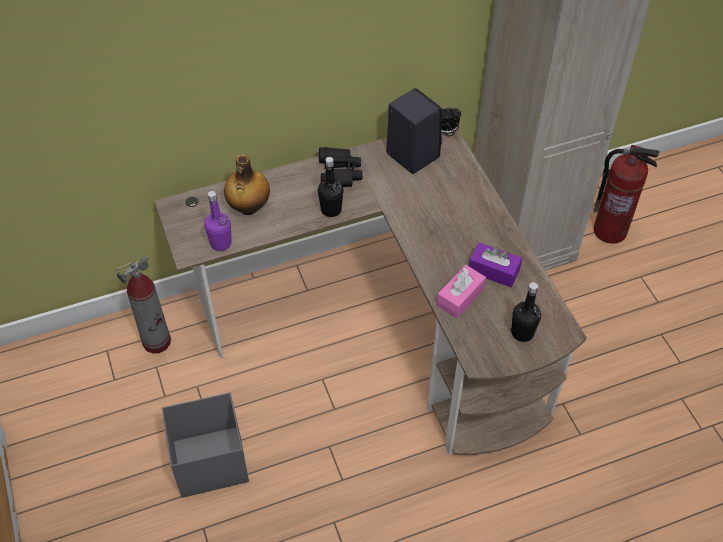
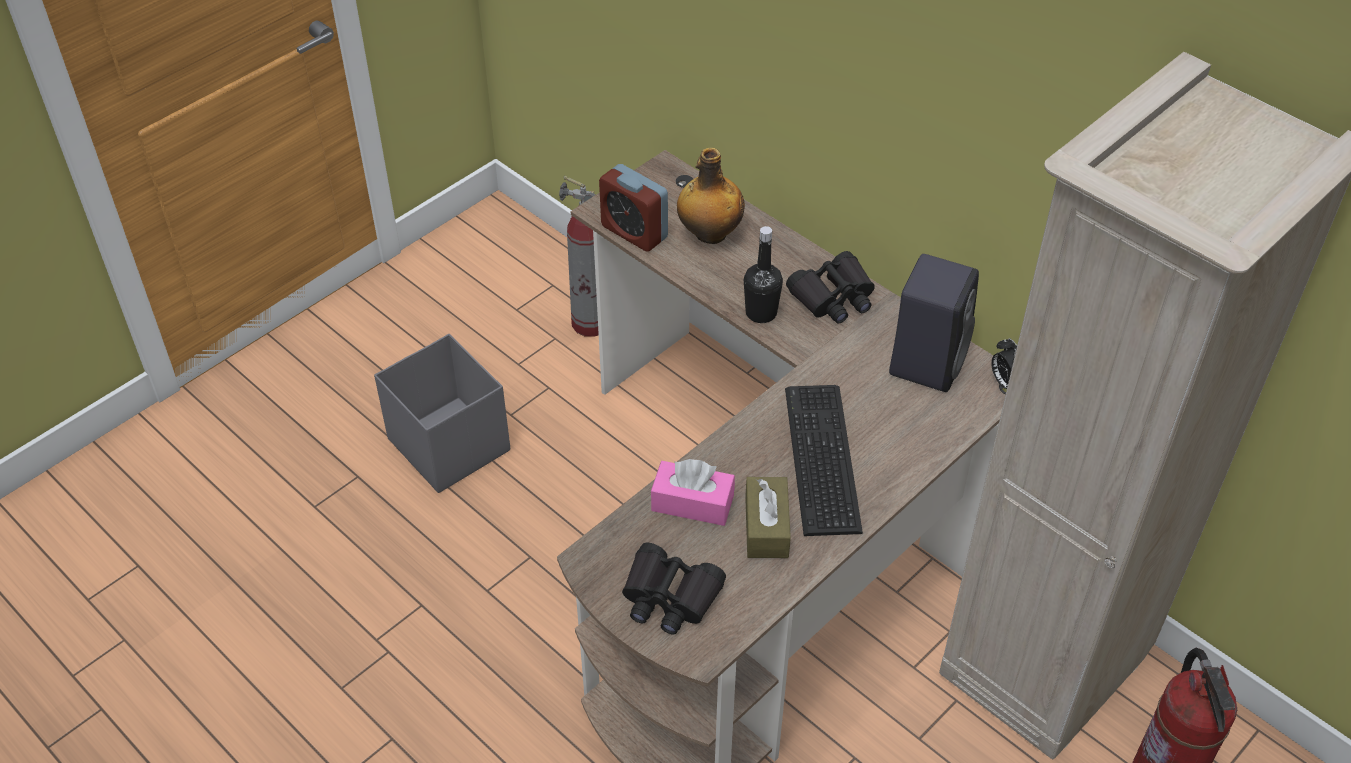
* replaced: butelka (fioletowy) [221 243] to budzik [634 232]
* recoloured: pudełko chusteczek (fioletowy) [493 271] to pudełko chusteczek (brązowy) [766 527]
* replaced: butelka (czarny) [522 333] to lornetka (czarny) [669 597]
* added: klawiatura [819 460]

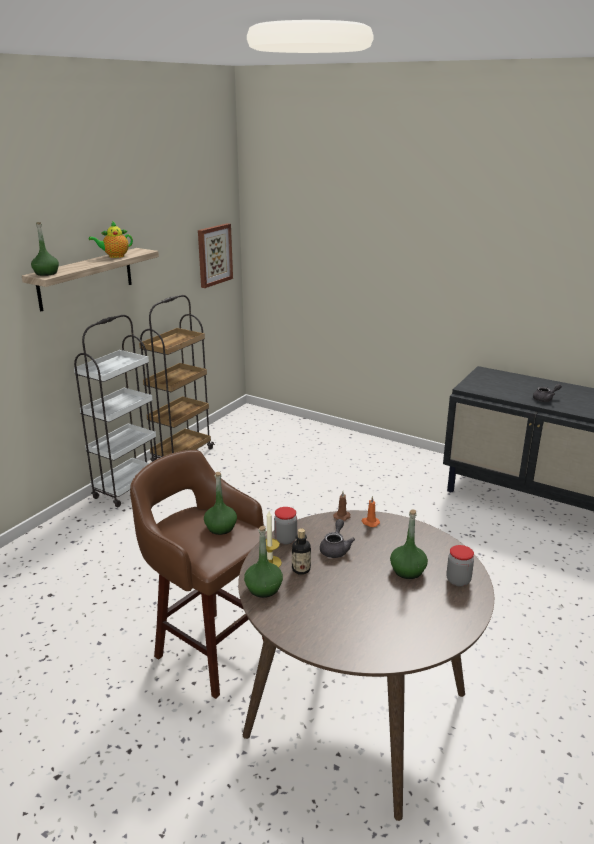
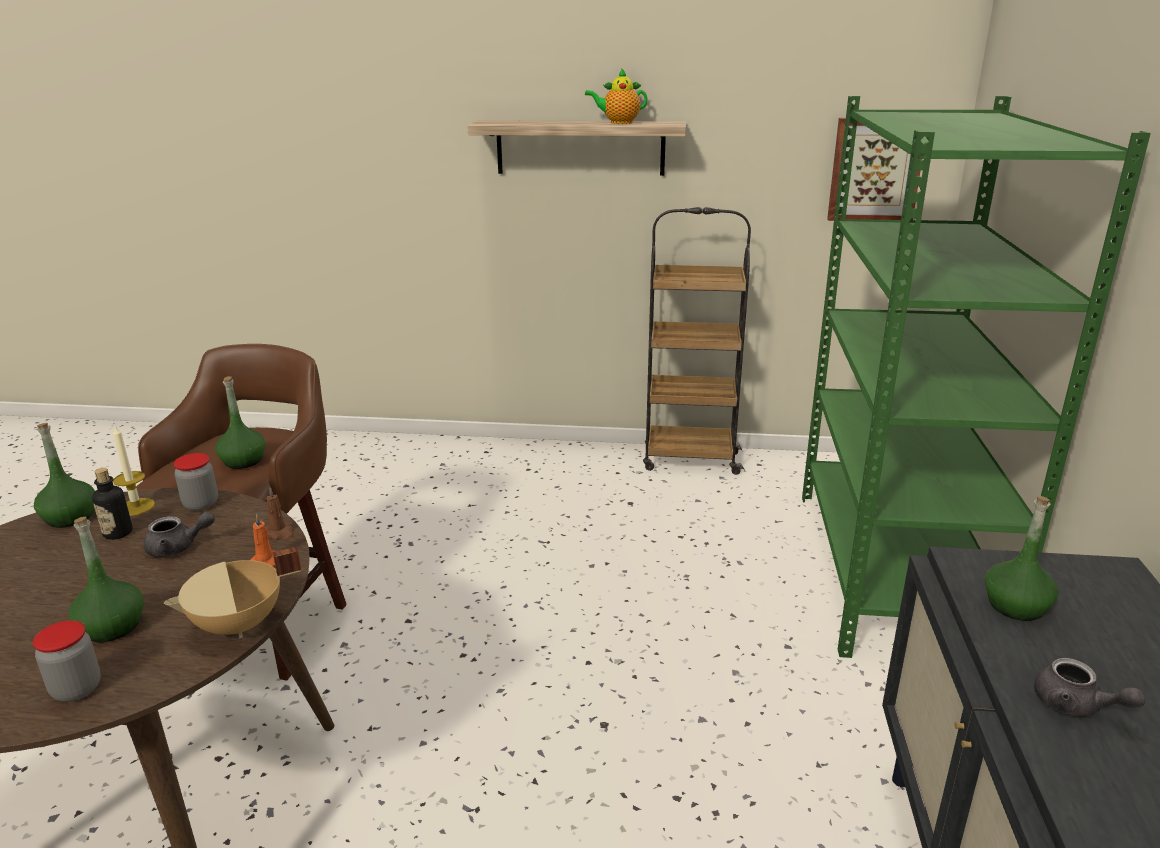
* moved: butelka (zielony) [46 273] to [1015 606]
* removed: wózek (biały) [127 489]
* turned: imbryk [114 256] = [618 122] 45 degrees counterclockwise
* added: garnek (beżowy) [239 626]
* added: regał (zielony) [891 570]

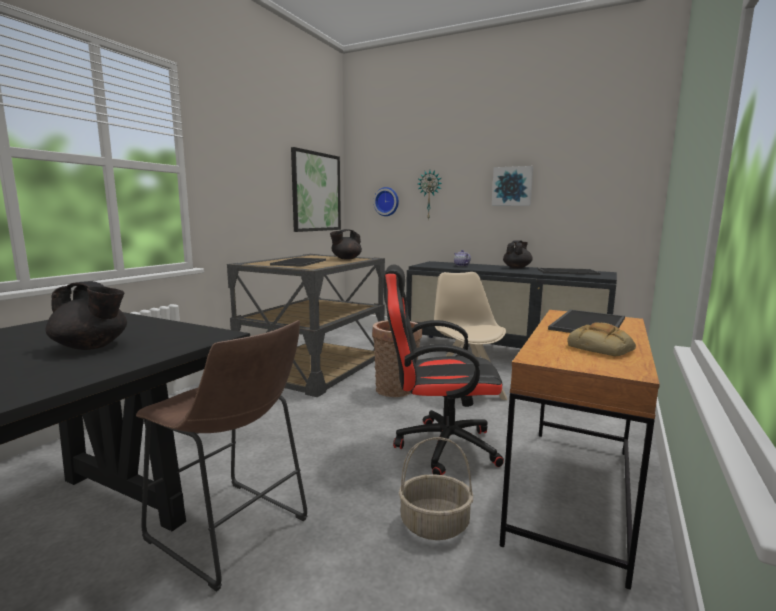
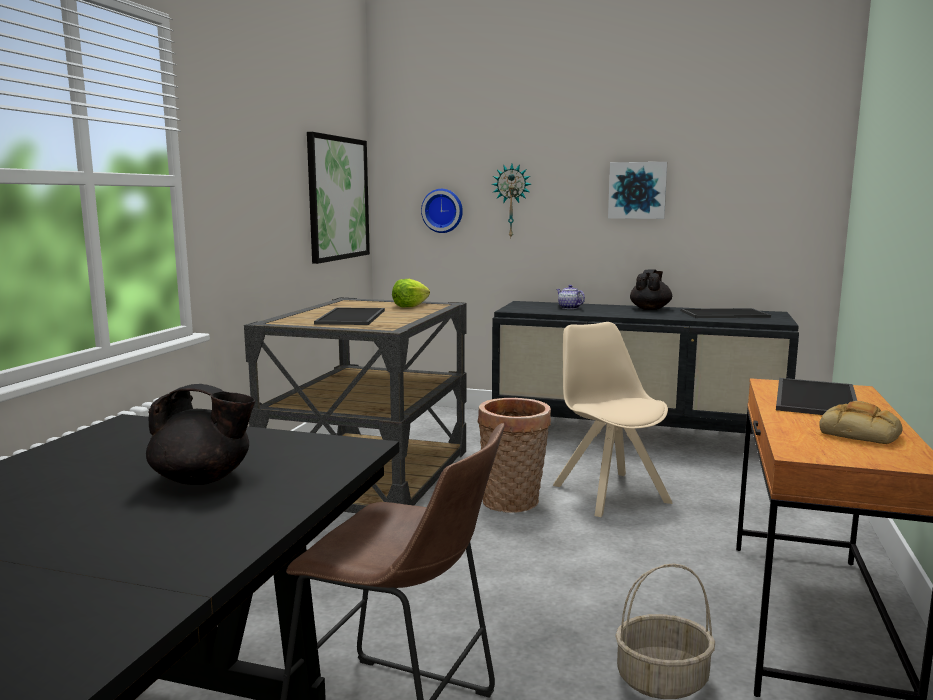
* replaced: imbryk (czarny) [346 259] to sałata [410 306]
* removed: krzesło biurowe (czarny) [438 447]

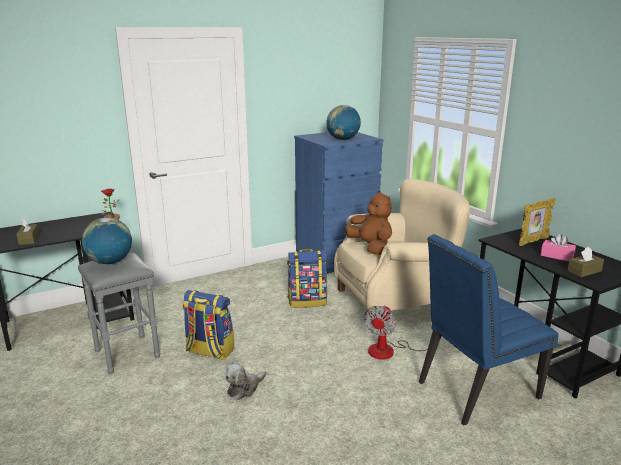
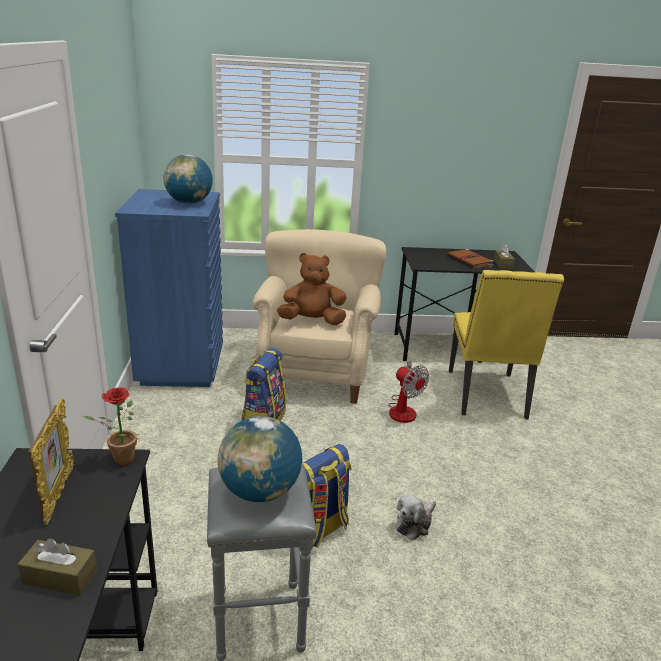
* turned: pluszak [244 388] = [415 524] 60 degrees clockwise
* recoloured: krzesło (niebieski) [478 389] to krzesło (żółty) [486 393]
* moved: ramka na zdjęcie [533 242] to [58 494]
* replaced: pudełko chusteczek (różowy) [557 256] to książka (brązowy) [470 261]

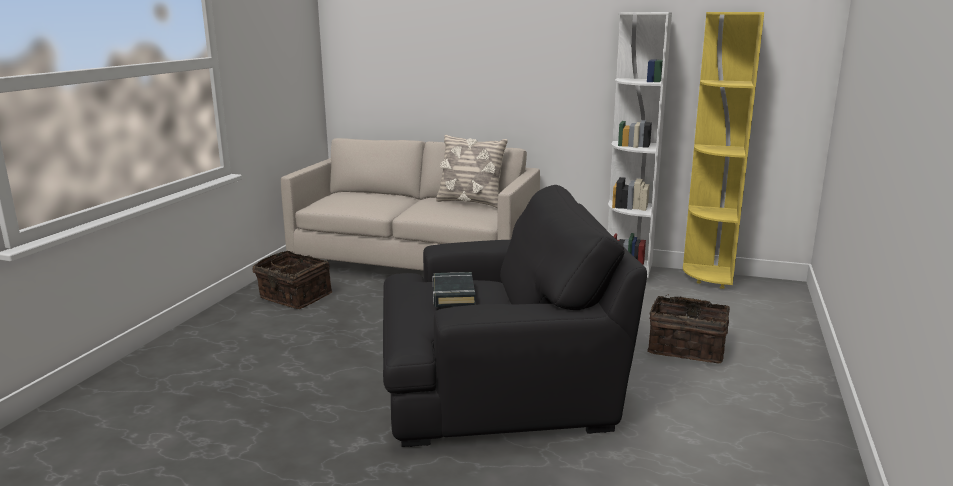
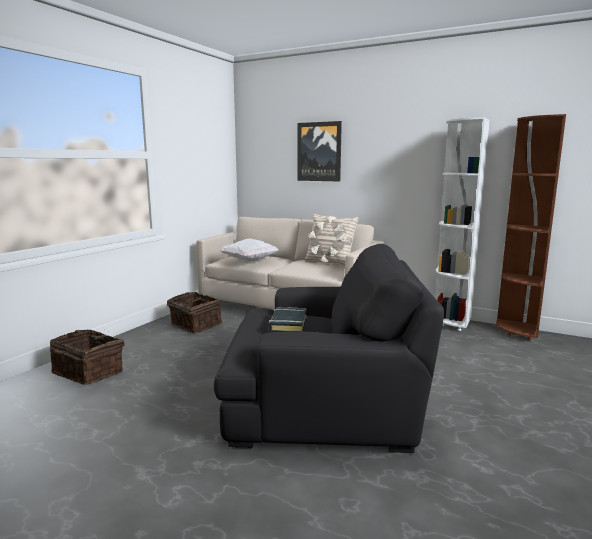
* moved: koszyk [686 348] to [90 372]
* recoloured: regał (żółty) [708 280] to regał (brązowy) [517 333]
* added: poduszka (biały) [250 261]
* added: obraz [319 152]

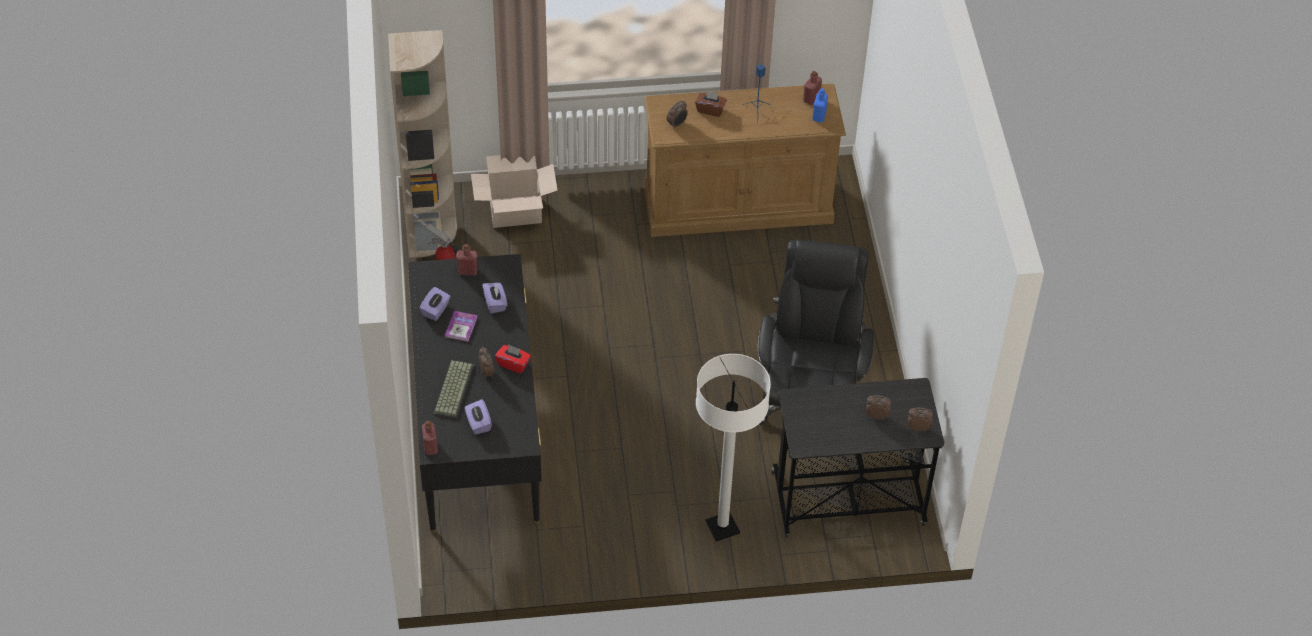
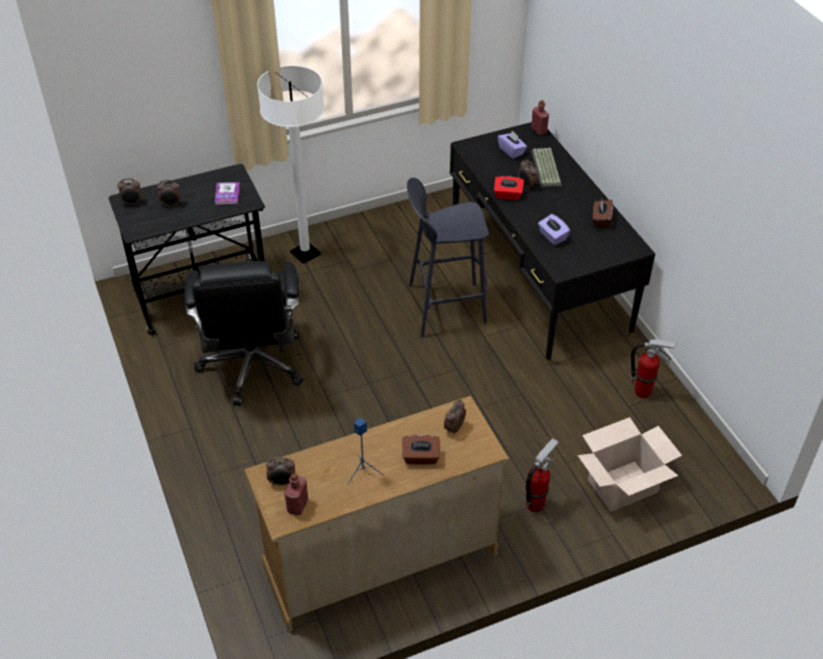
* removed: regał (beżowy) [431 241]
* recoloured: pudełko chusteczek (fioletowy) [436 310] to pudełko chusteczek (brązowy) [601 220]
* moved: książka [461 327] to [227 194]
* removed: butelka (czerwony) [467 271]
* replaced: butelka (niebieski) [819 116] to budzik [282 482]
* added: stołek (szary) [445 307]
* added: gaśnica [535 505]

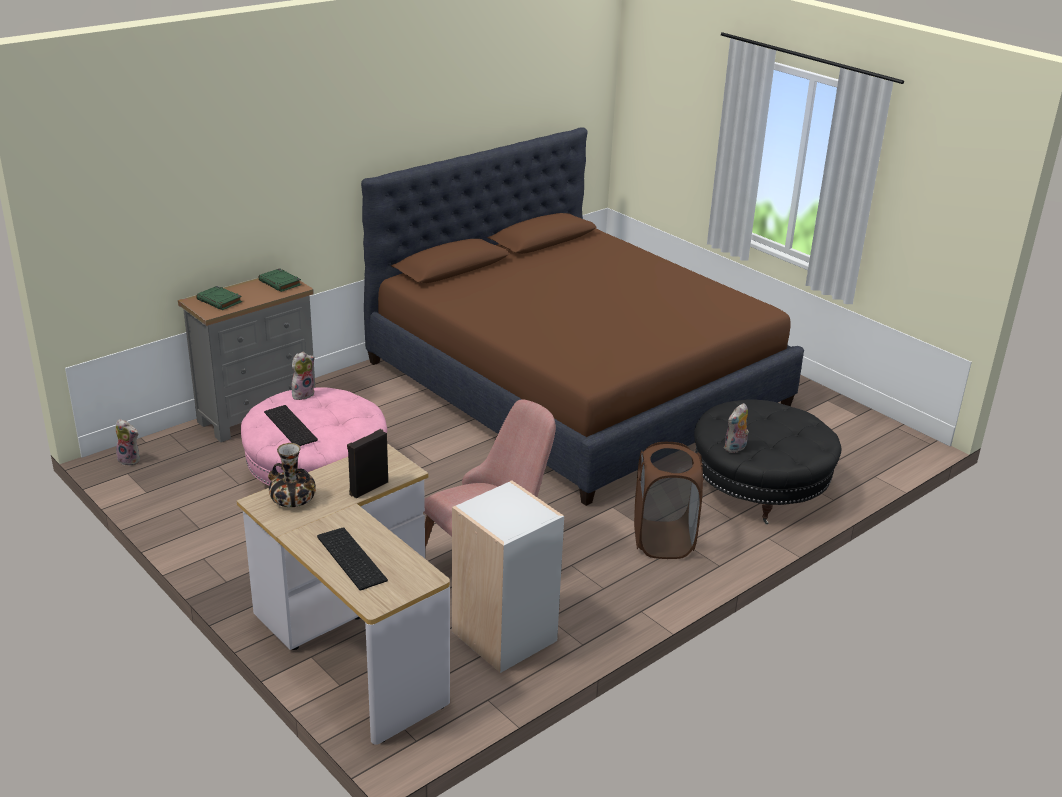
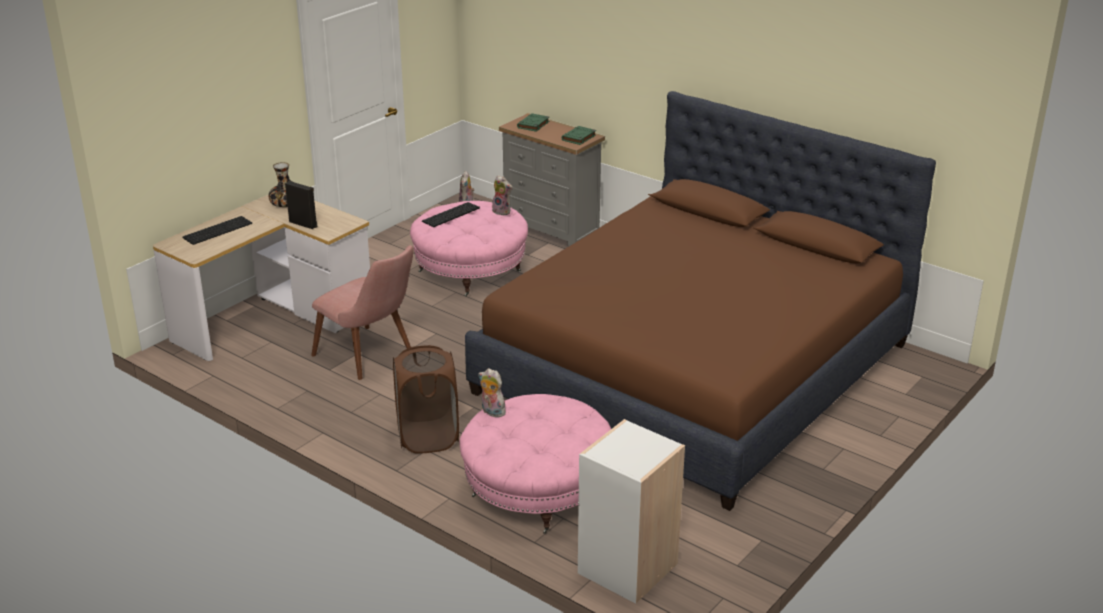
* moved: regał [503 636] to [627 568]
* recoloured: pufa (czarny) [759 488] to pufa (różowy) [537 491]

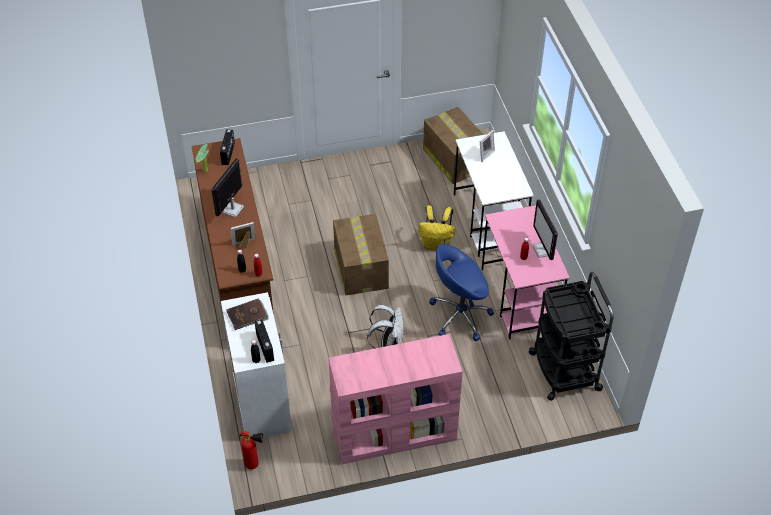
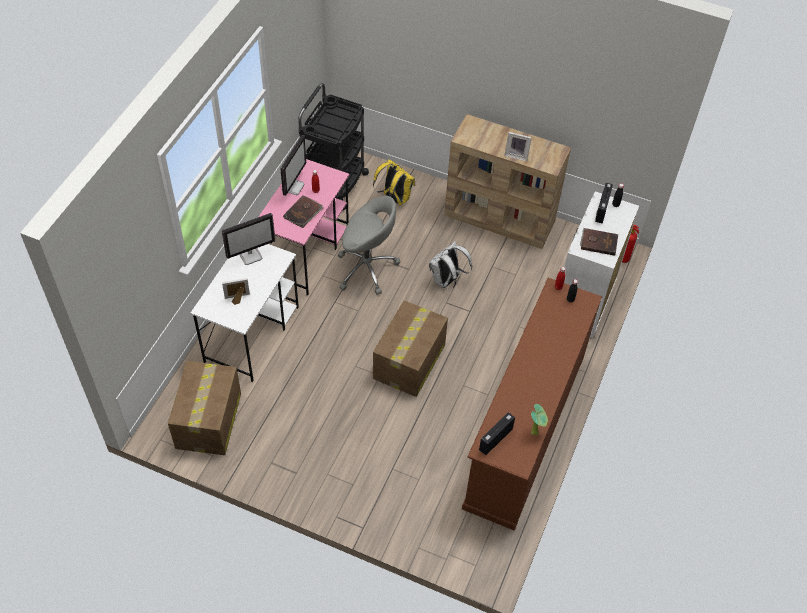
* moved: monitor [232 209] to [251 255]
* moved: ramka na zdjęcie [244 245] to [516 155]
* recoloured: regał (różowy) [394 434] to regał (brązowy) [499 217]
* moved: plecak (żółty) [436 244] to [394 198]
* recoloured: krzesło biurowe (niebieski) [458 316] to krzesło biurowe (szary) [368 269]
* added: książka (brązowy) [303 213]

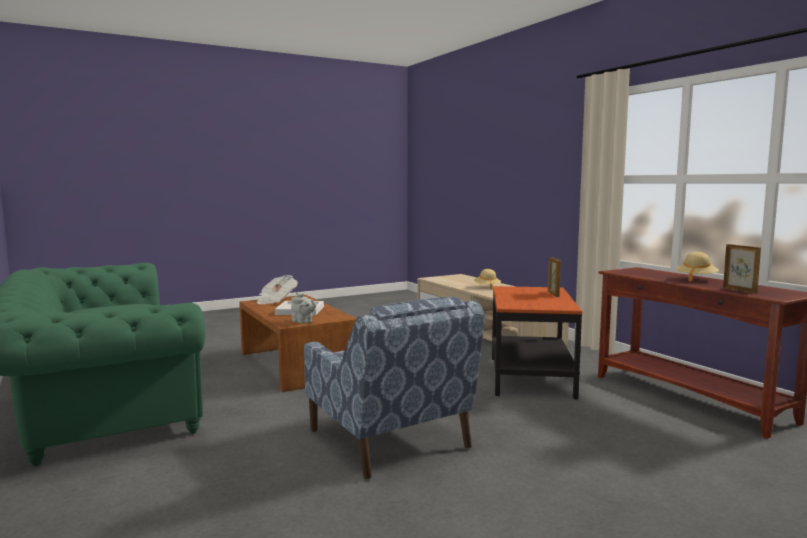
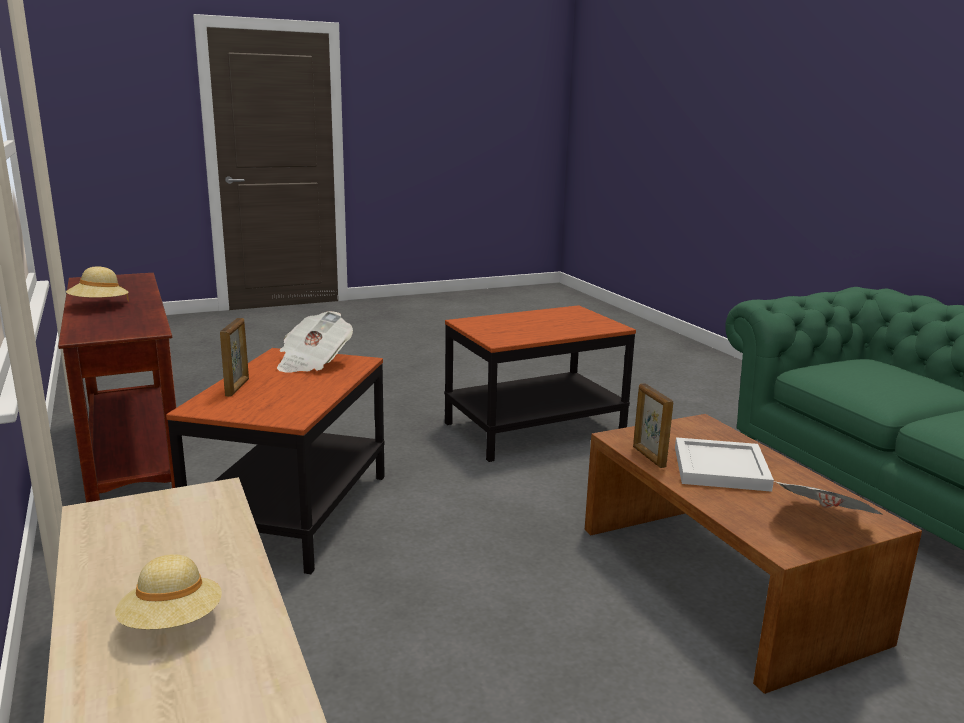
* removed: imbryk (szary) [303 322]
* replaced: fotel (niebieski) [389 441] to stolik [534 428]
* moved: ramka na zdjęcie [740 290] to [648 457]
* added: gazeta [313 362]

